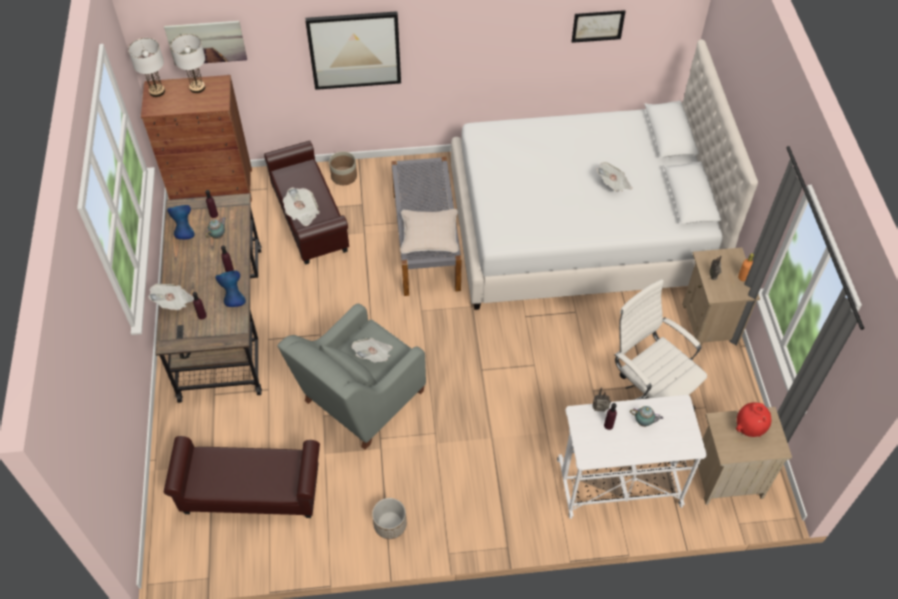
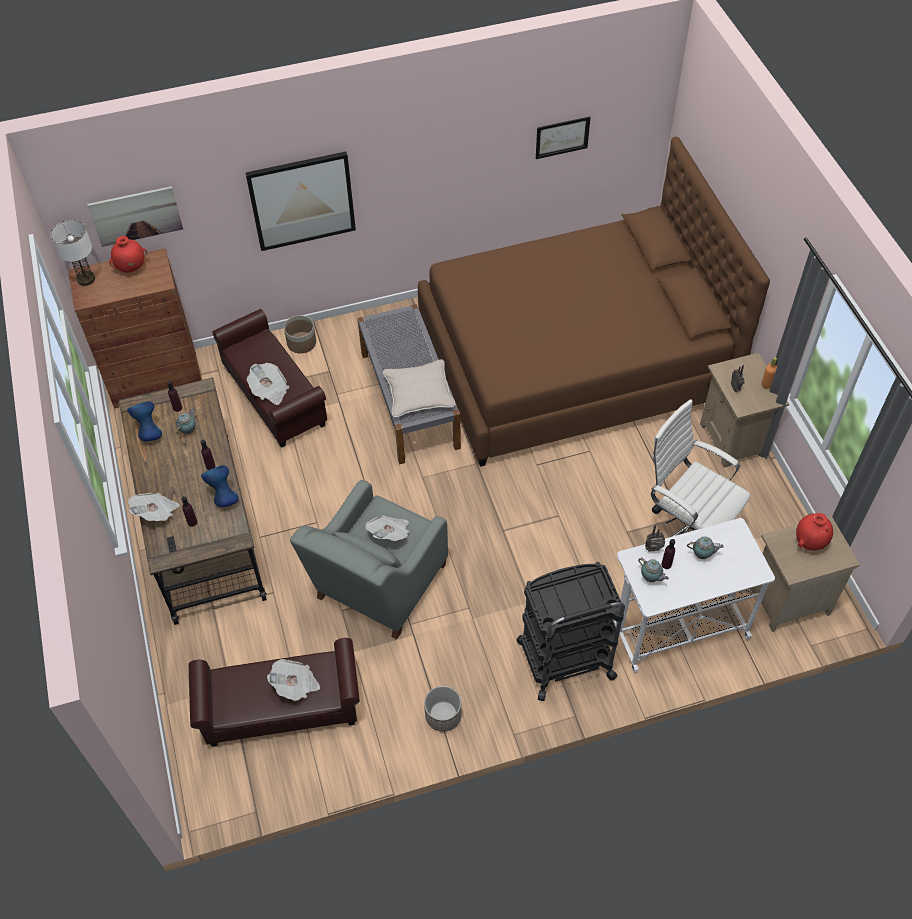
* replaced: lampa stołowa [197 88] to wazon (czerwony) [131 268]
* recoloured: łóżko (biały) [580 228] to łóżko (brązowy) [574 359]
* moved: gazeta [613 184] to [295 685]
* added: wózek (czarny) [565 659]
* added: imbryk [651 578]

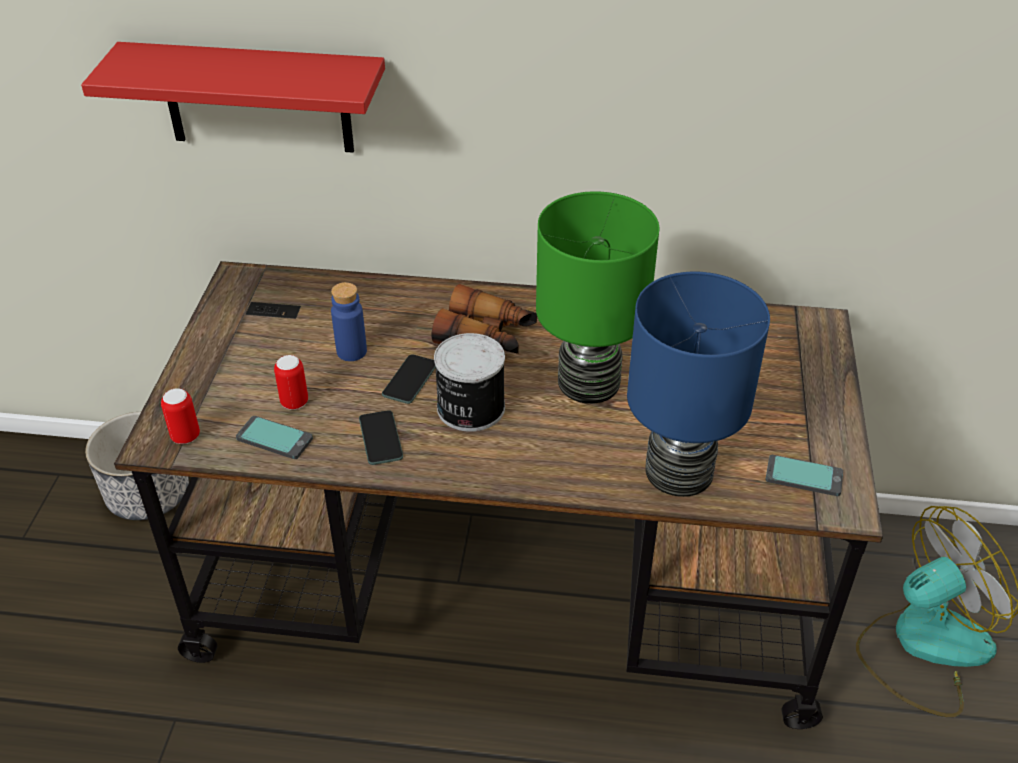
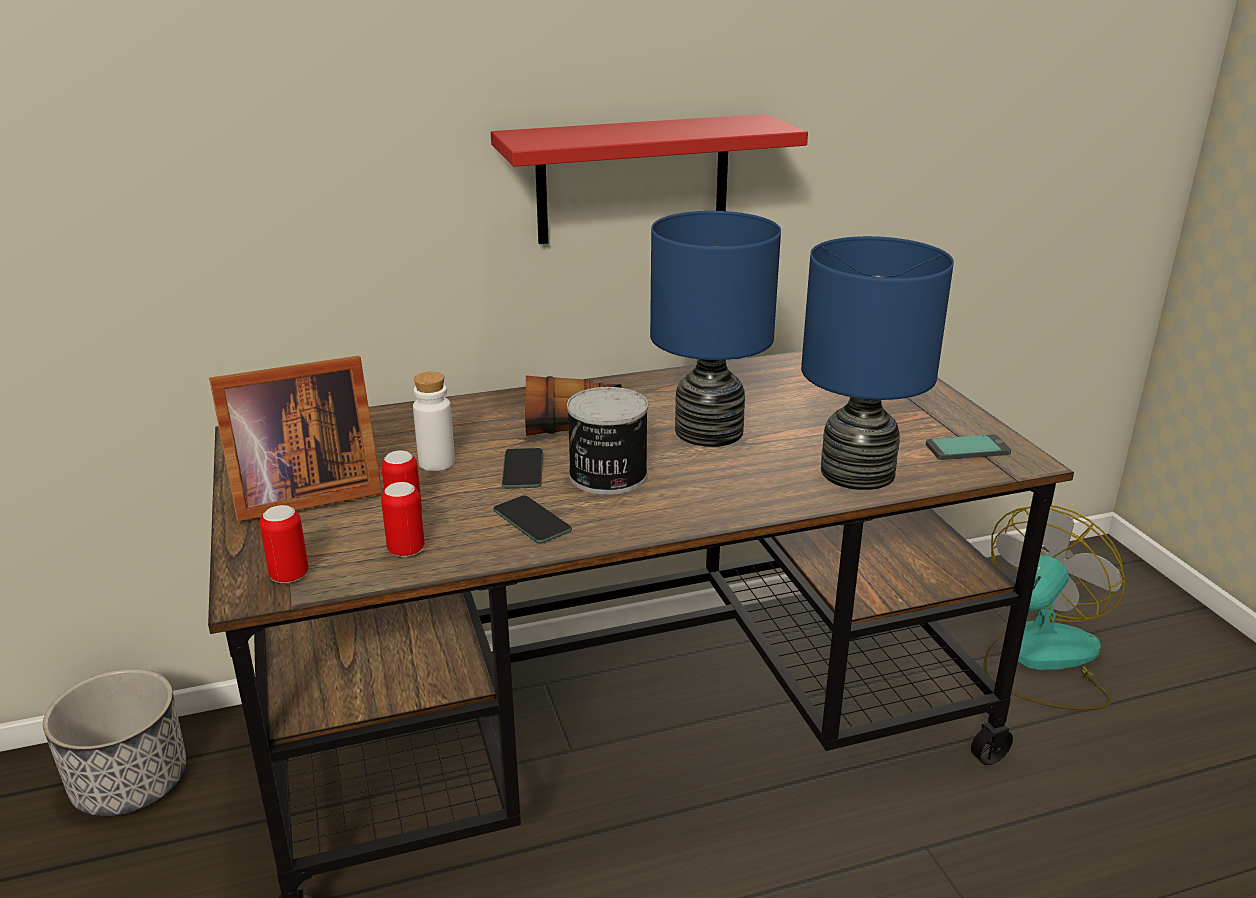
* moved: półka (czerwony) [257 98] to [633 179]
* replaced: telefon [275 438] to puszka [406 550]
* recoloured: butelka (niebieski) [351 351] to butelka (biały) [437 462]
* recoloured: lampa stołowa (zielony) [588 383] to lampa stołowa (niebieski) [709 432]
* added: ramka na zdjęcie [300 494]

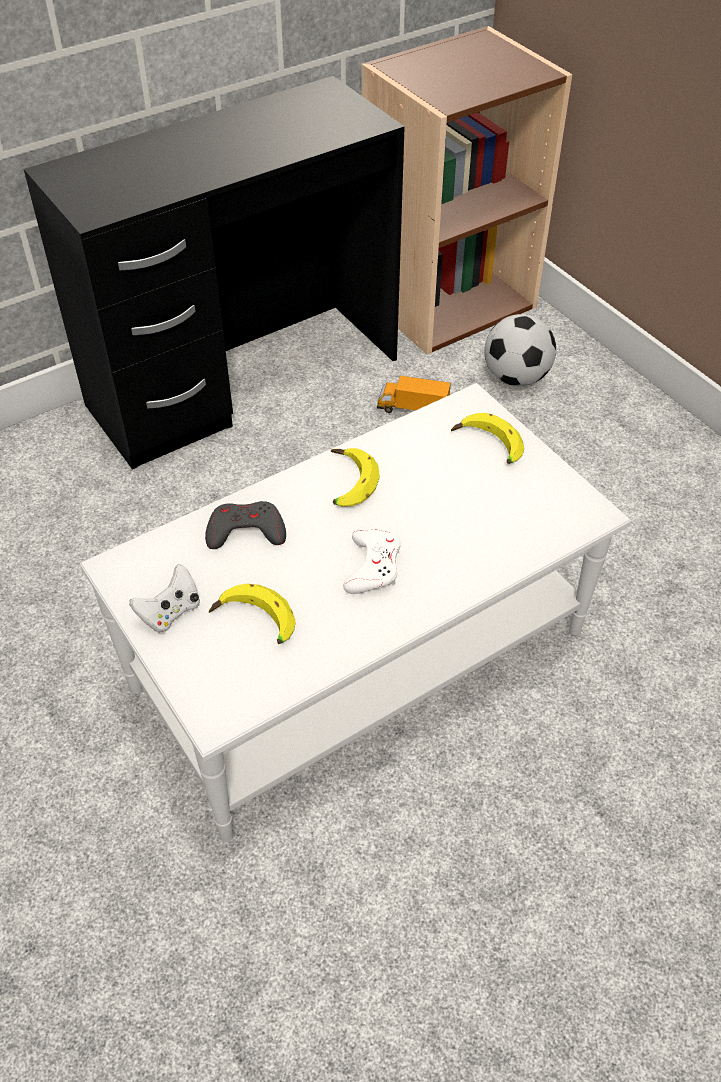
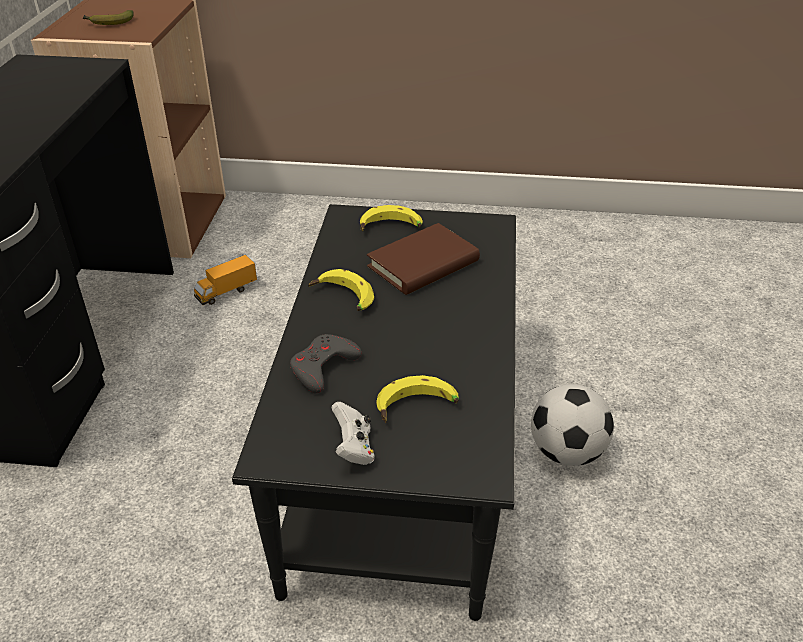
* recoloured: ława (biały) [358 662] to ława (czarny) [401 448]
* removed: pad do gier (biały) [373 566]
* moved: piłka futbolowa [516 377] to [566 452]
* added: banan [109 23]
* added: książka (brązowy) [423 264]

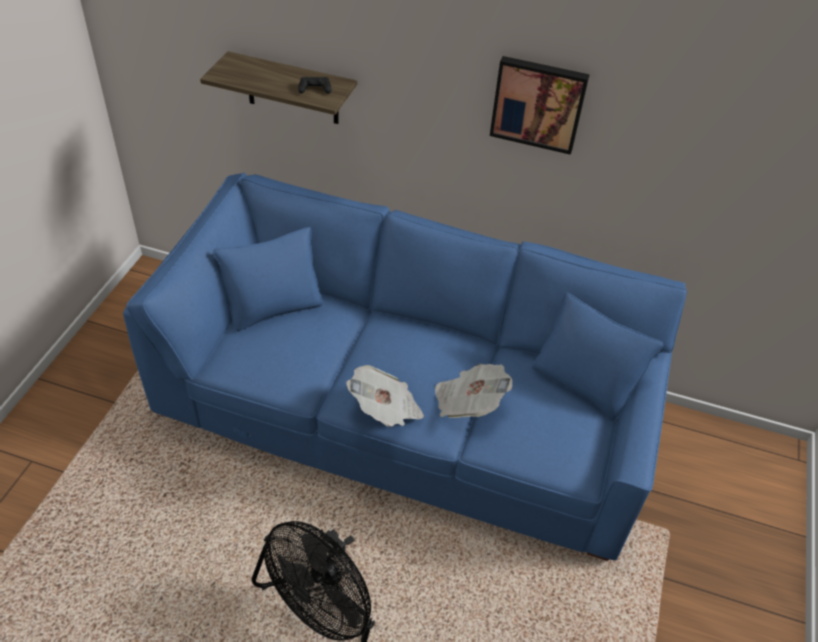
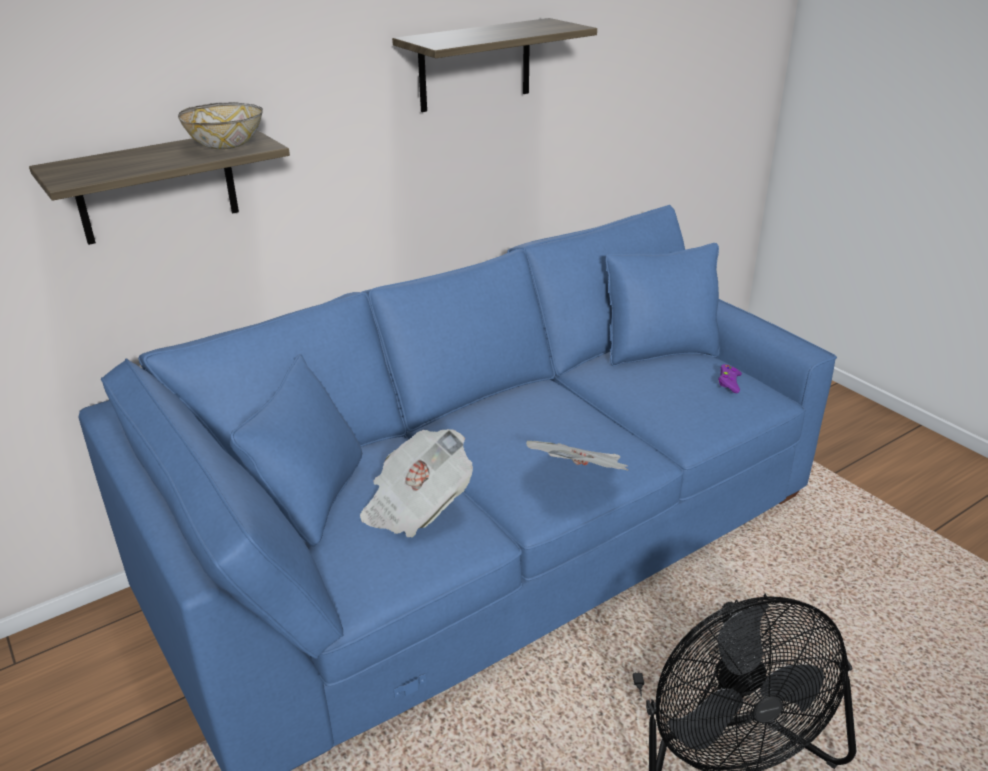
* replaced: pad do gier (czarny) [314 89] to miska [226 146]
* moved: gazeta [468 402] to [416 506]
* replaced: obraz [538 103] to półka [475 65]
* added: pad do gier (fioletowy) [729 382]

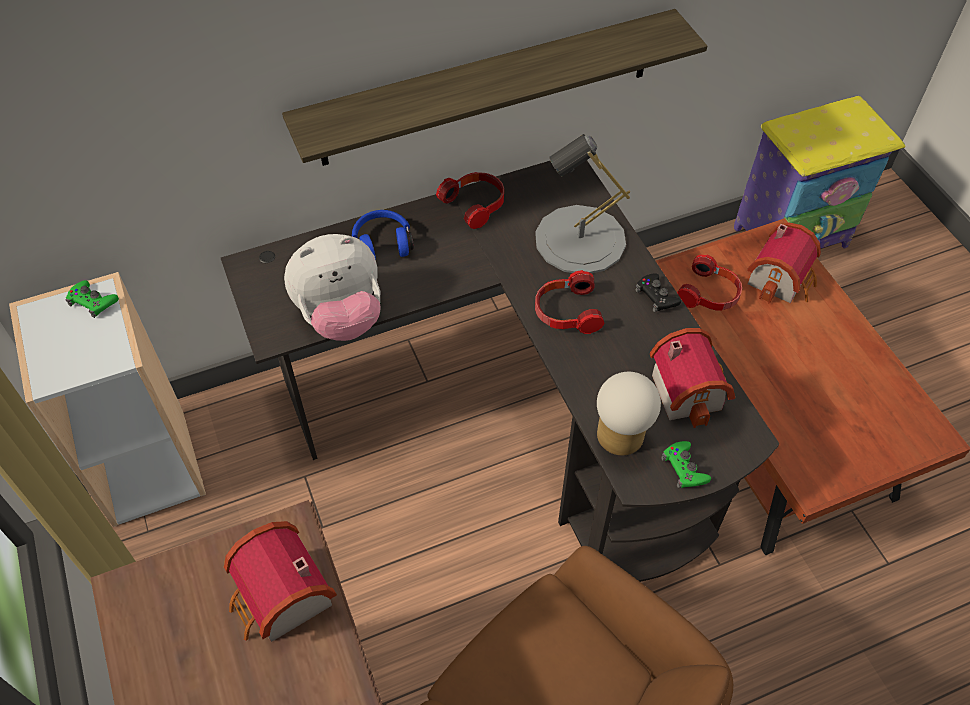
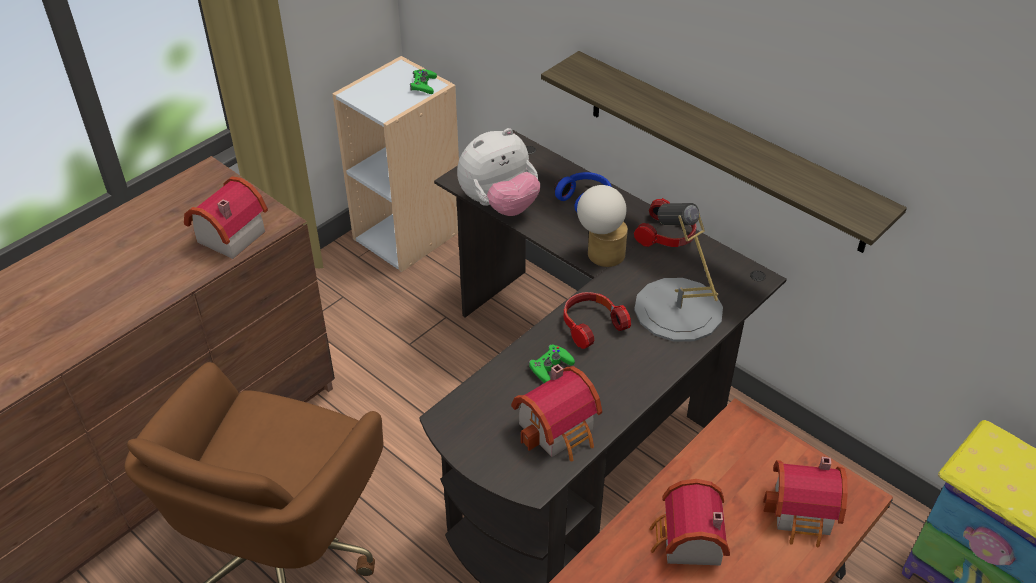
* turned: pluszak [341 317] = [499 205] 75 degrees counterclockwise
* moved: lampa stołowa [618 441] to [600 255]
* removed: pad do gier (czarny) [656 296]
* moved: pad do gier (zielony) [684 468] to [550 367]
* removed: słuchawki [710 294]
* added: domek [687 543]

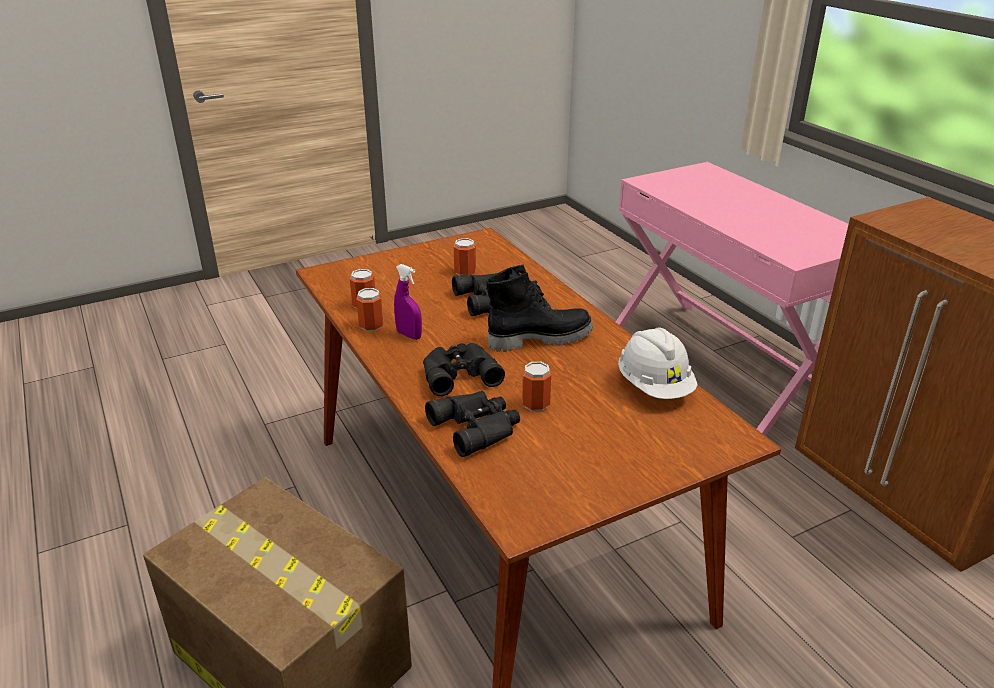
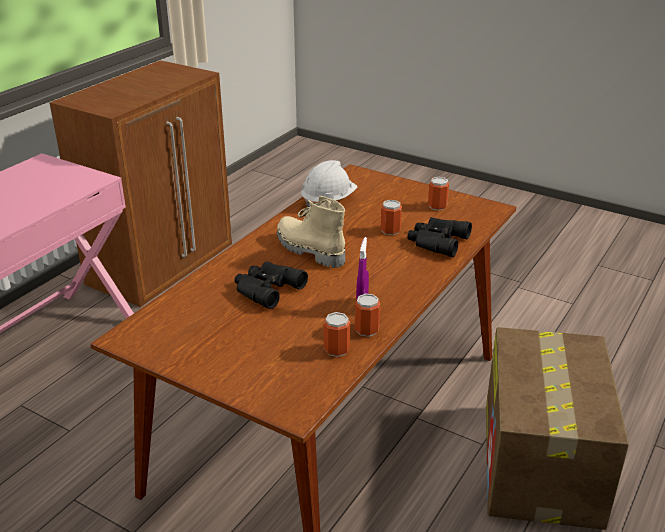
* removed: lornetka (czarny) [458 373]
* moved: puszka [465 272] to [437 206]
* recoloured: but z cholewką (czarny) [539 338] to but z cholewką (beżowy) [308 250]

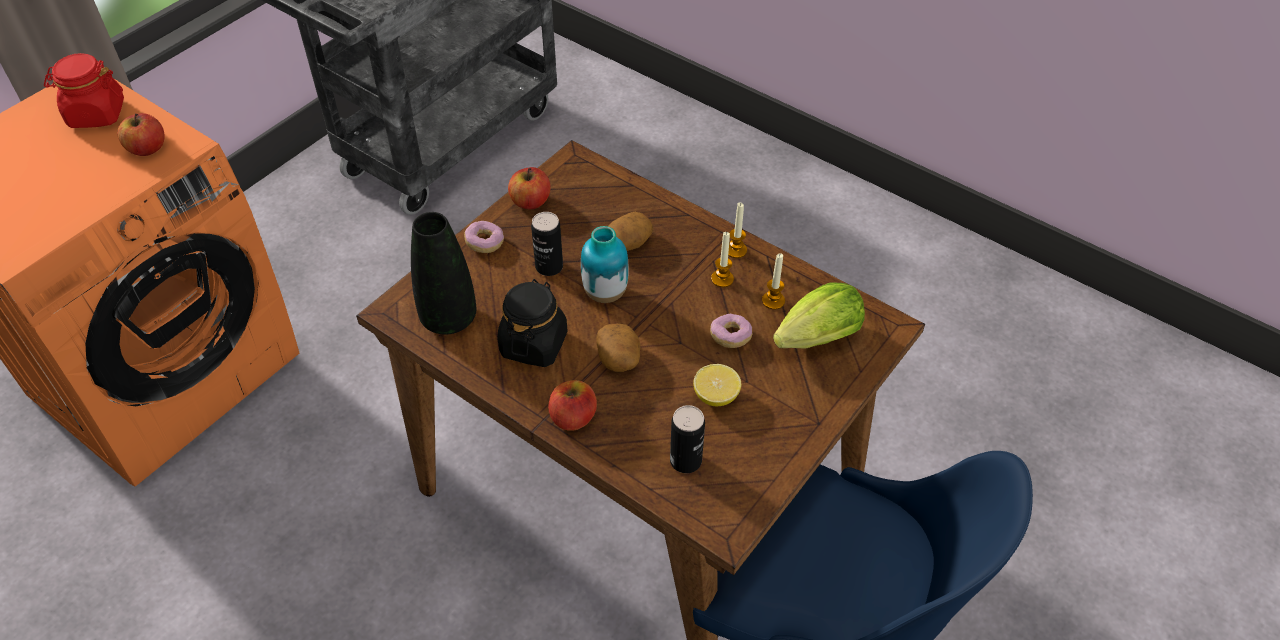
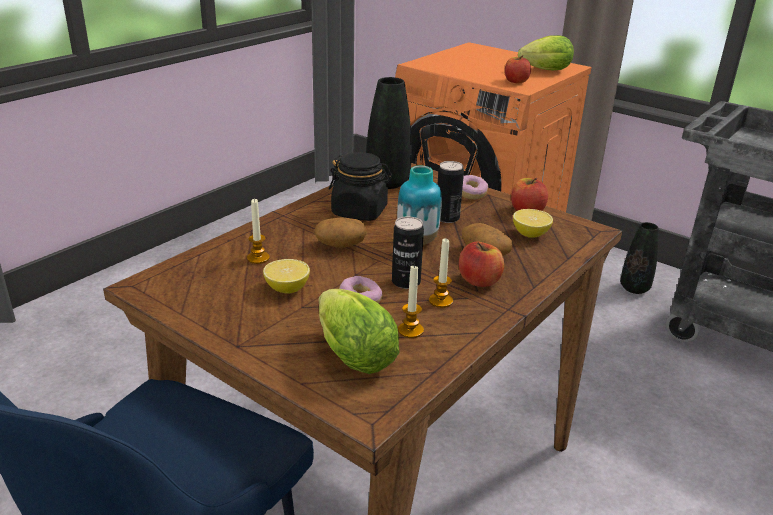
* replaced: słoik (czerwony) [96 114] to sałata [542 70]
* moved: jabłko [573 417] to [479 281]
* moved: puszka [685 460] to [406 282]
* moved: świeca [735 250] to [258 258]
* added: cytryna [530 234]
* added: wazon (czarny) [634 288]

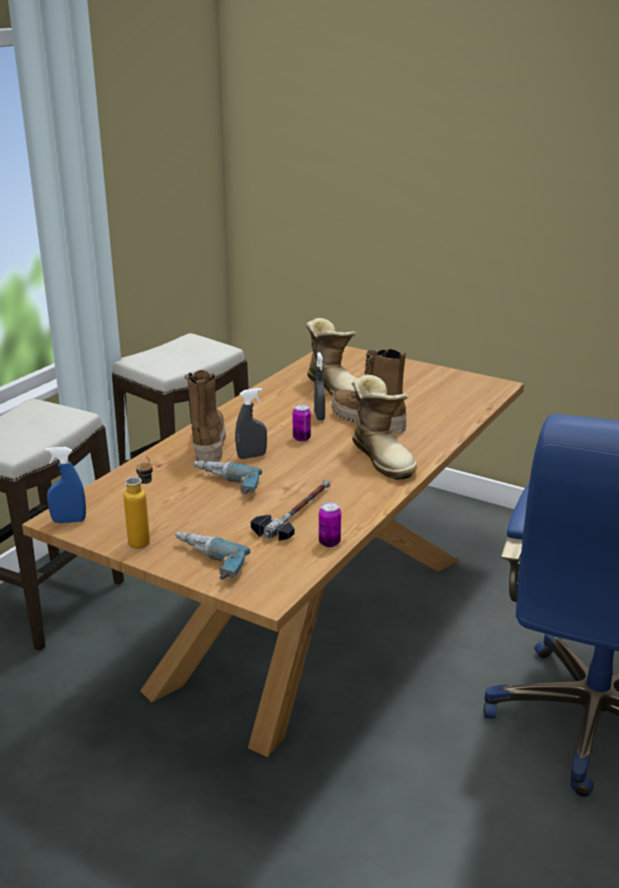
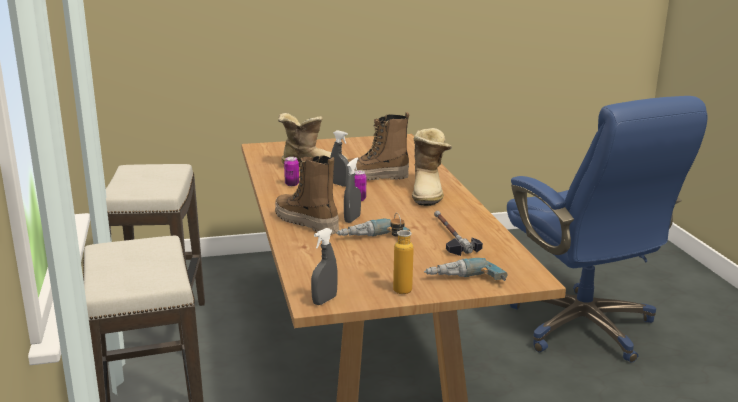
* recoloured: spryskiwacz (niebieski) [69 521] to spryskiwacz (szary) [324 300]
* moved: puszka [329 542] to [292 184]
* turned: but z cholewką [384 458] = [429 192] 75 degrees clockwise

